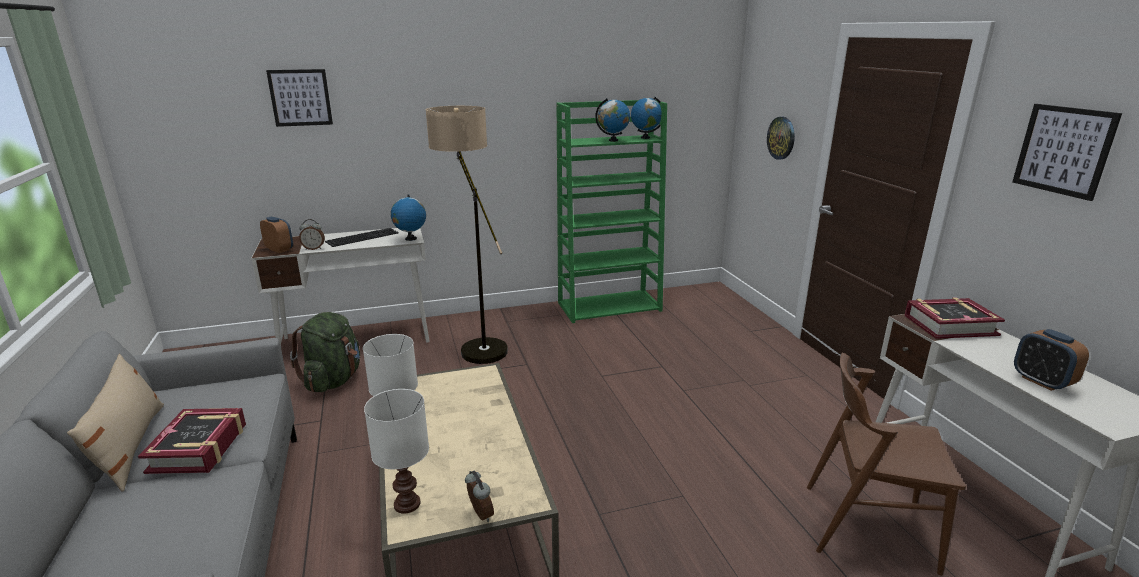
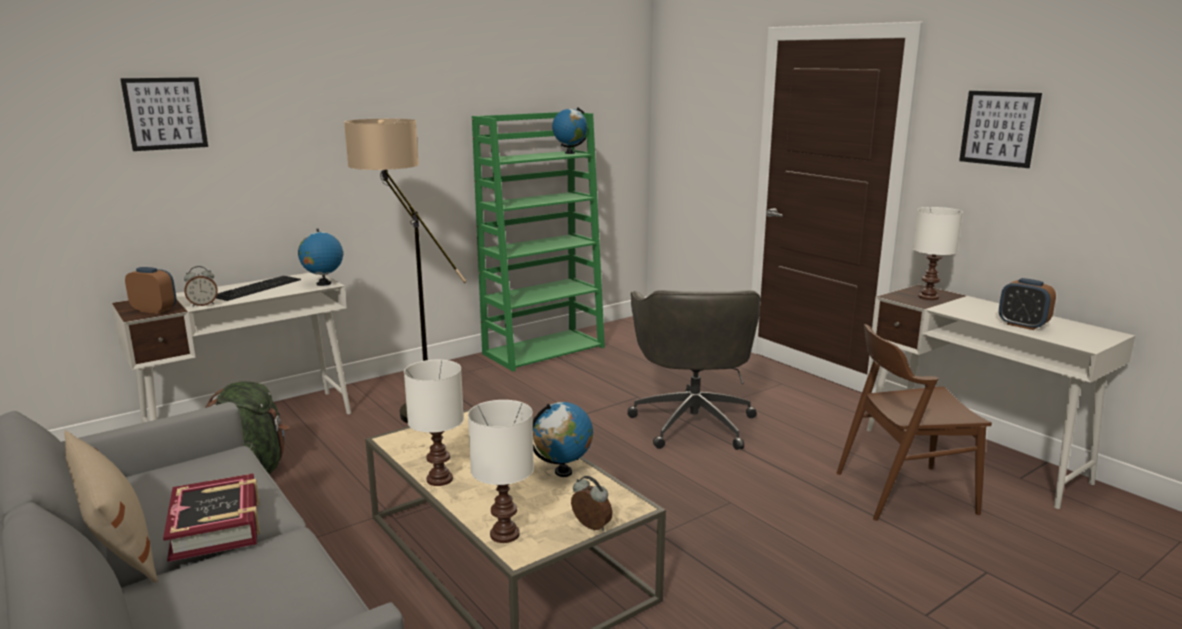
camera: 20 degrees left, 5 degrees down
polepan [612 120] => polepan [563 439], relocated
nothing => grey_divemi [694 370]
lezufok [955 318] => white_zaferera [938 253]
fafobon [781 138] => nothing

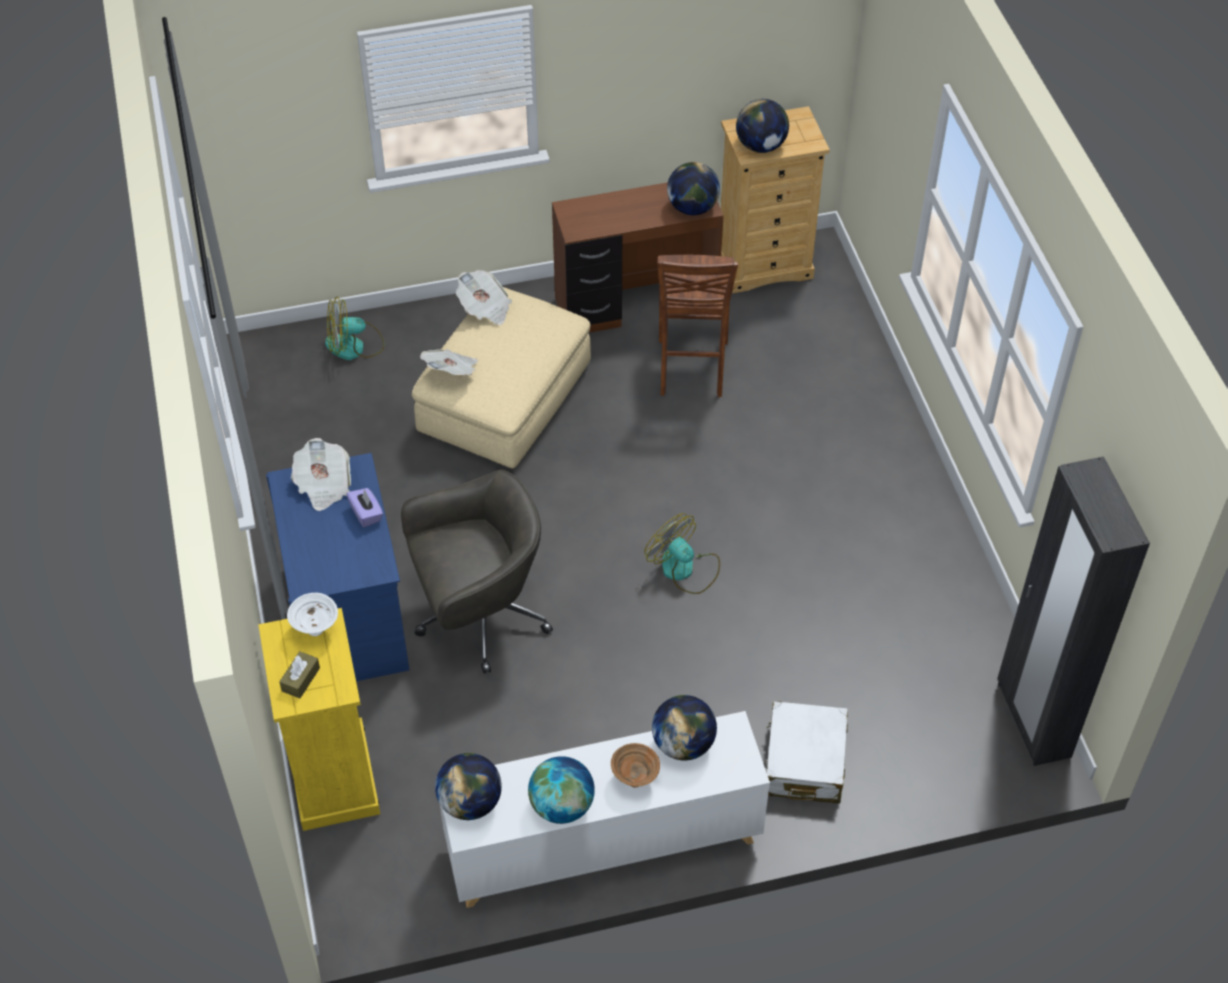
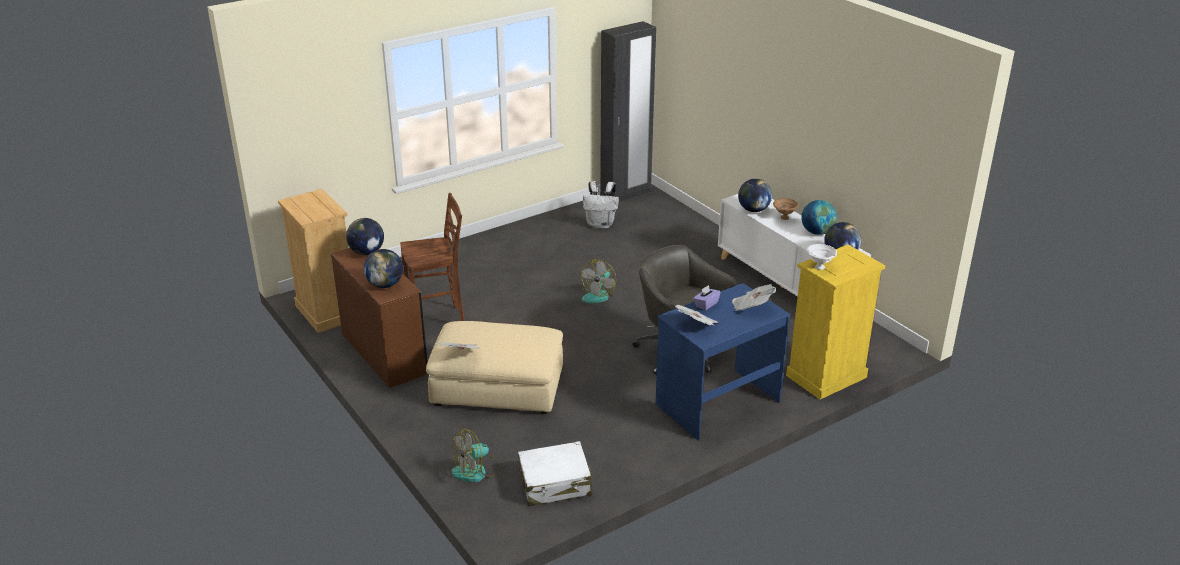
camera: 110 degrees left, 20 degrees down
polepan [762 126] => polepan [383 268], relocated
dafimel [355 328] => dafimel [476 455], 90 degrees clockwise
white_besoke [806 752] => white_besoke [555 473], relocated
nothing => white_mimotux [601 204]
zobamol [449 362] => zobamol [754 297], relocated
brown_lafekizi [299 675] => nothing

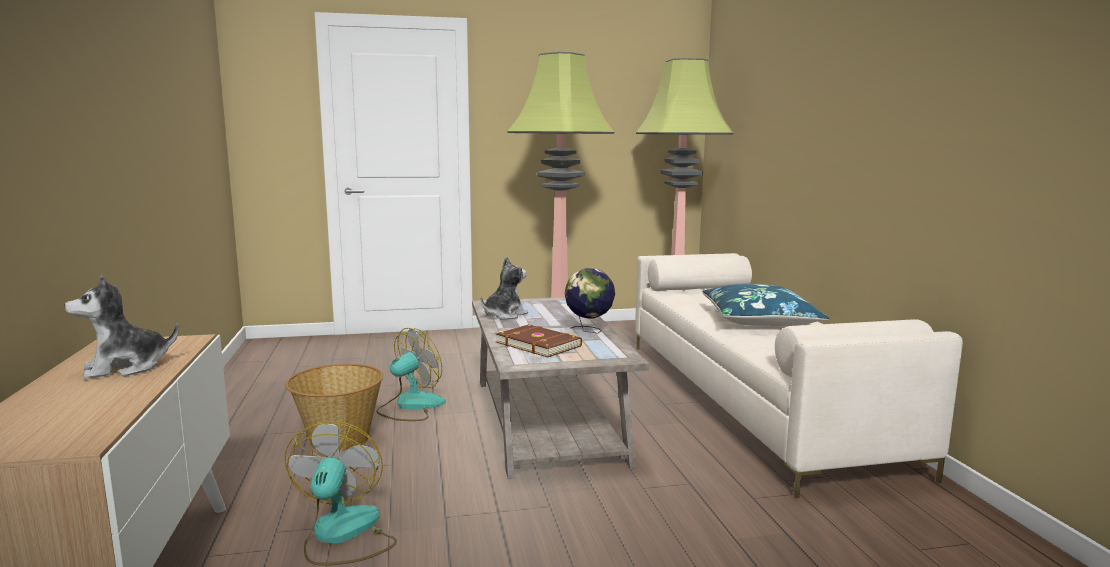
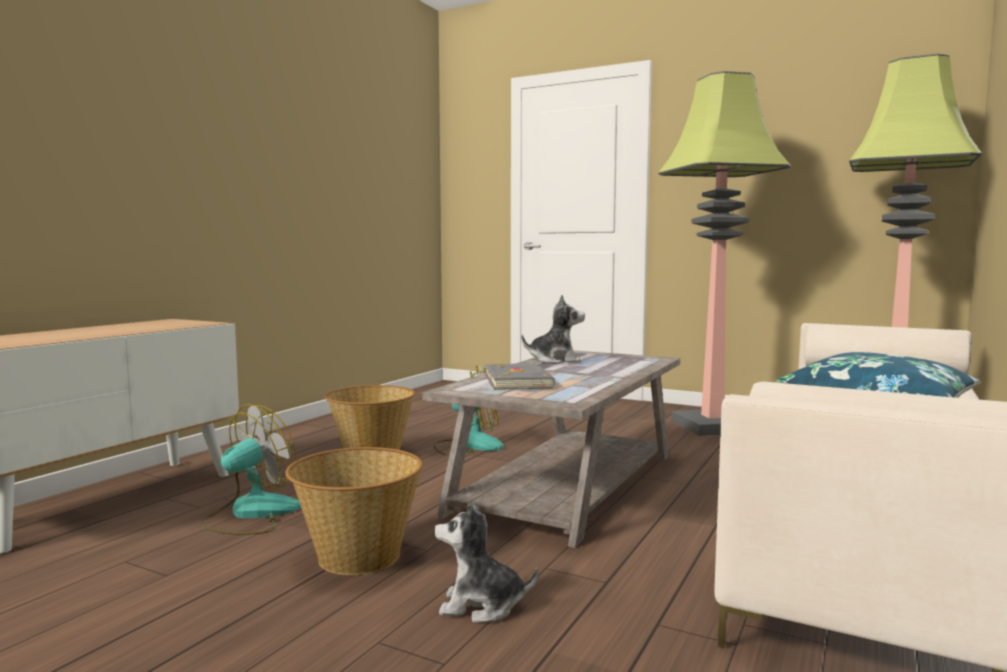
camera: 40 degrees right, 5 degrees down
nothing => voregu [354 511]
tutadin [121 327] => tutadin [486 563], relocated
brown_lezufok [538 341] => grey_lezufok [519 376]
polepan [589 301] => nothing

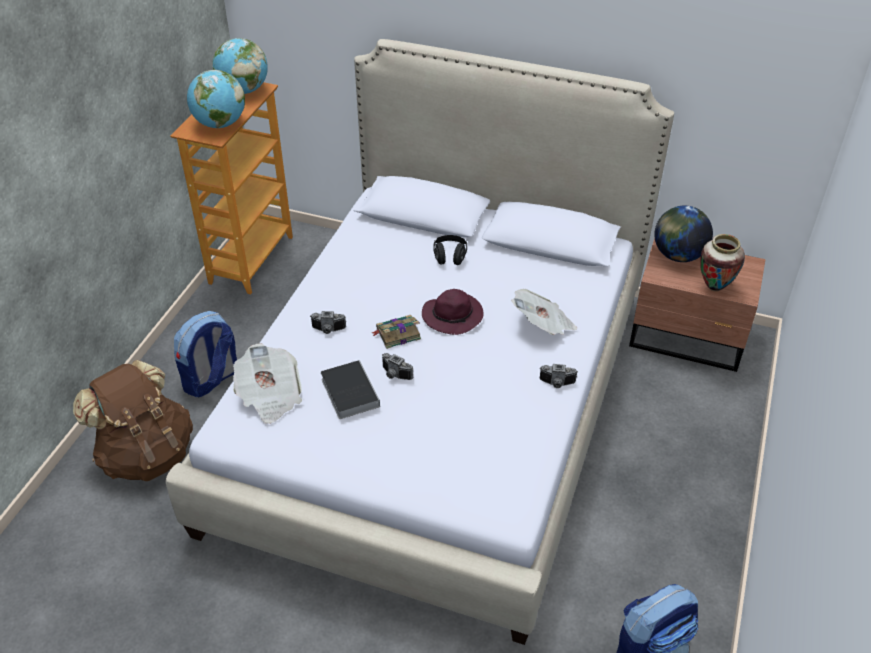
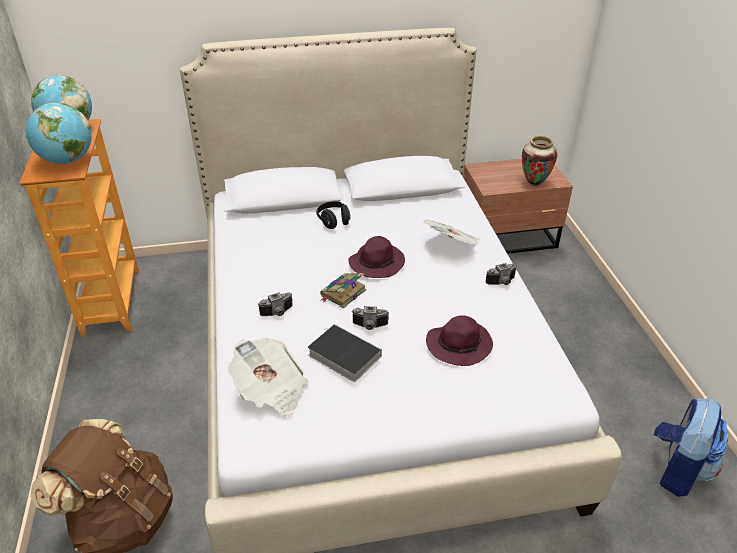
camera: 30 degrees left, 5 degrees down
nothing => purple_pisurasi [459 340]
mimotux [205 354] => nothing
polepan [683 234] => nothing

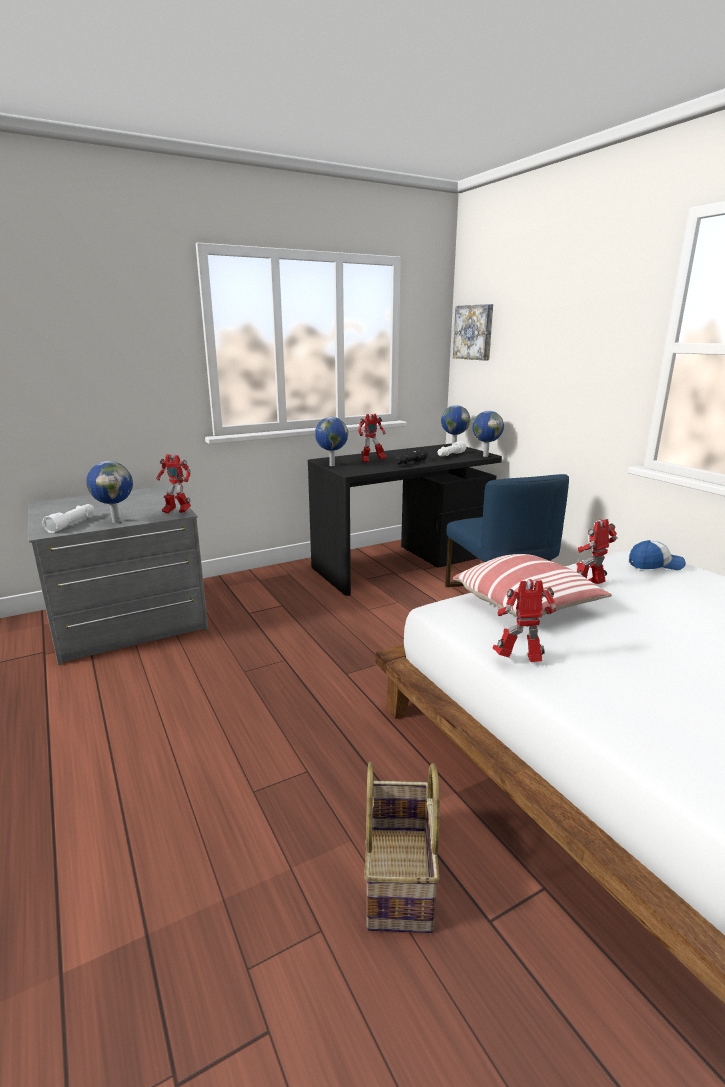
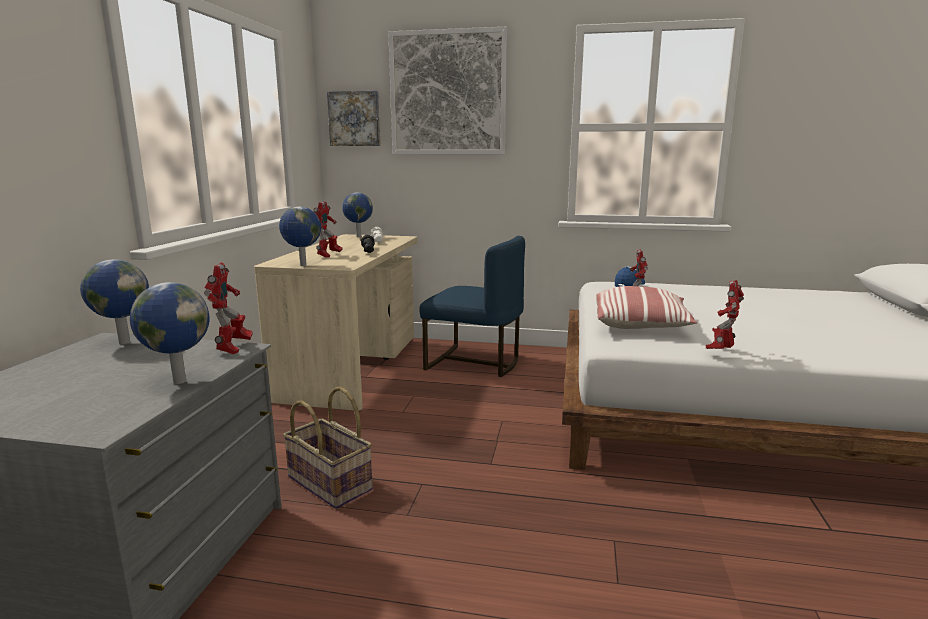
camera: 50 degrees left, 5 degrees down
polepan [488 434] => polepan [114 301], relocated
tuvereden [173 484] => tuvereden [228 308], 60 degrees counterclockwise
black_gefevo [405 520] => beige_gefevo [335 322]
voregu [402 847] => voregu [328 448], relocated
nothing => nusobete [447 90]
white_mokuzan [68 518] => nothing

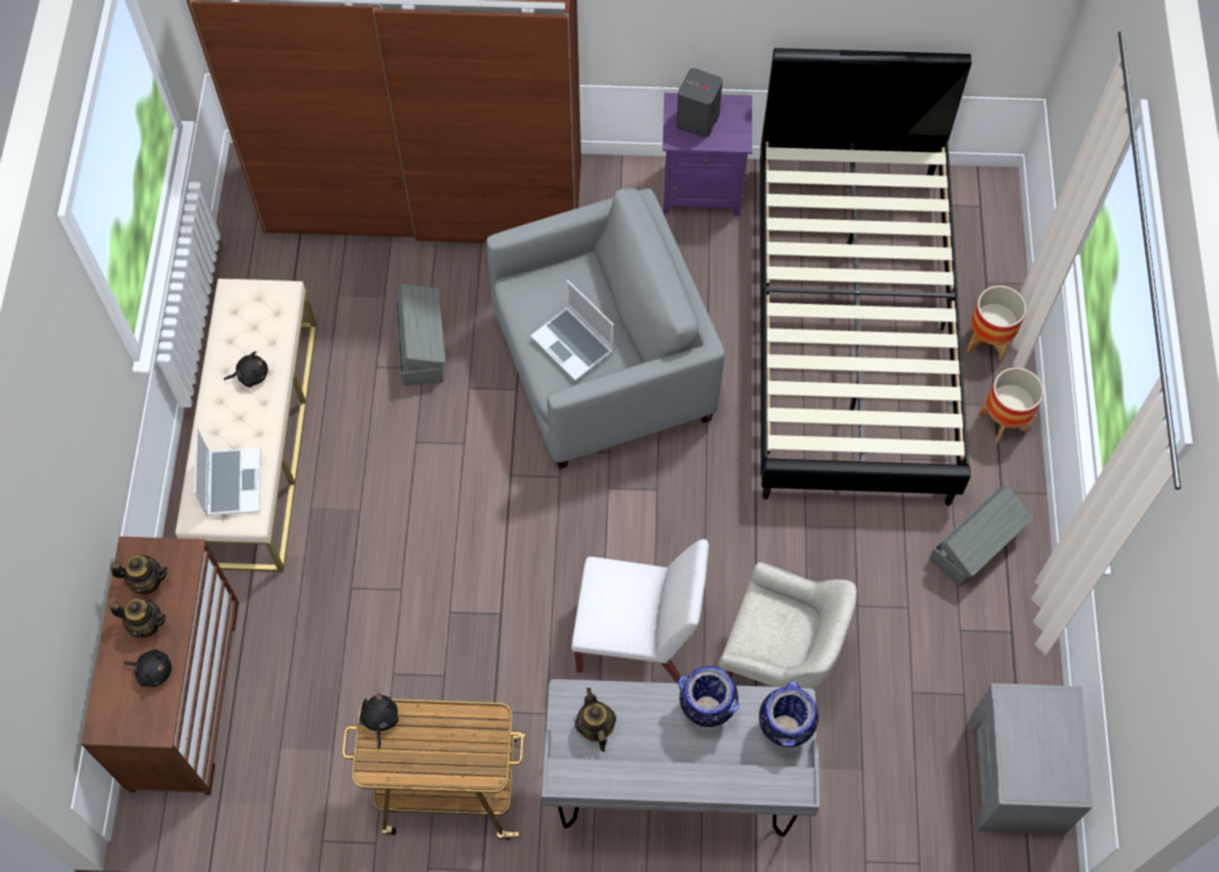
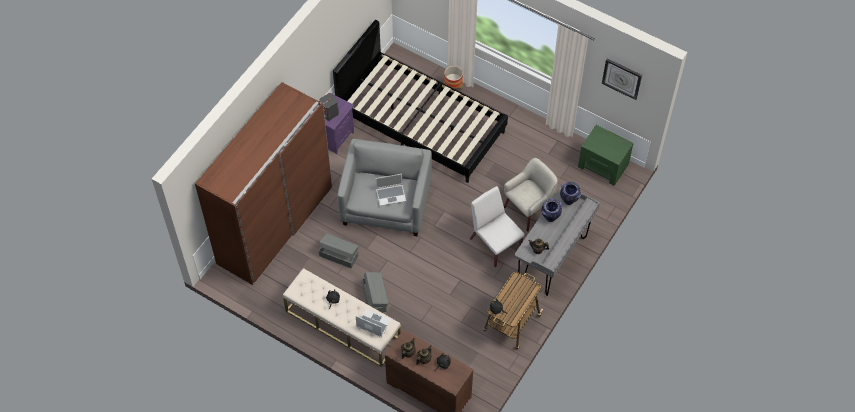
camera: 60 degrees left, 5 degrees down
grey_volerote [981 536] => grey_volerote [375 292], relocated
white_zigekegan [640 611] => white_zigekegan [497 226], 75 degrees counterclockwise
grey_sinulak [1031 758] => green_sinulak [606 155]
nothing => fafobon [622 79]
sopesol [1011 405] => nothing

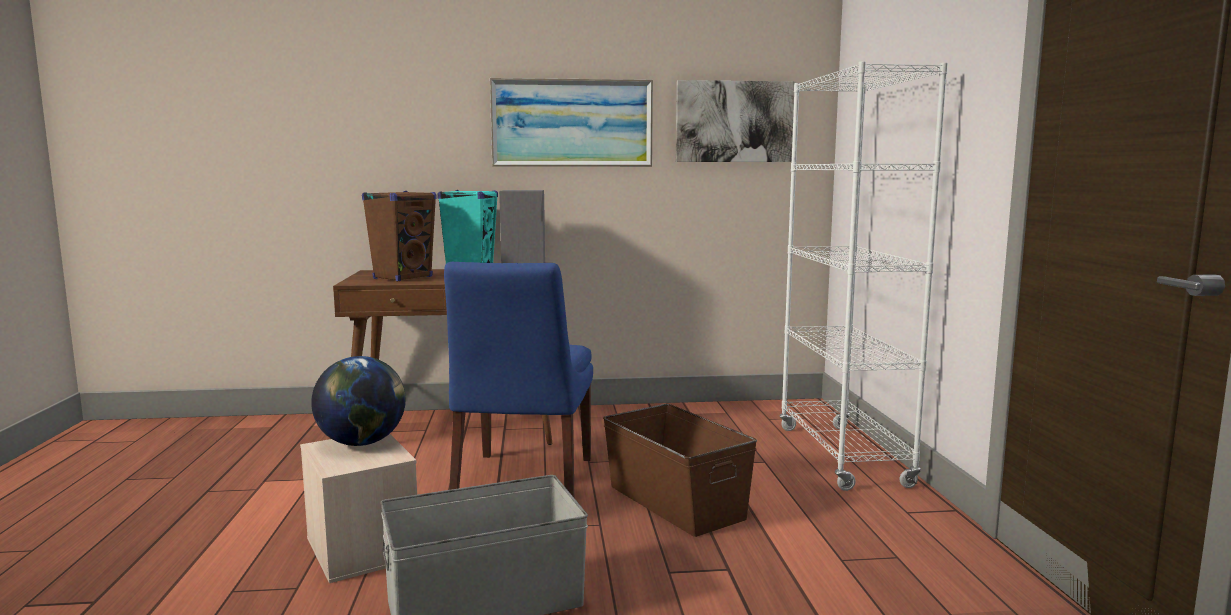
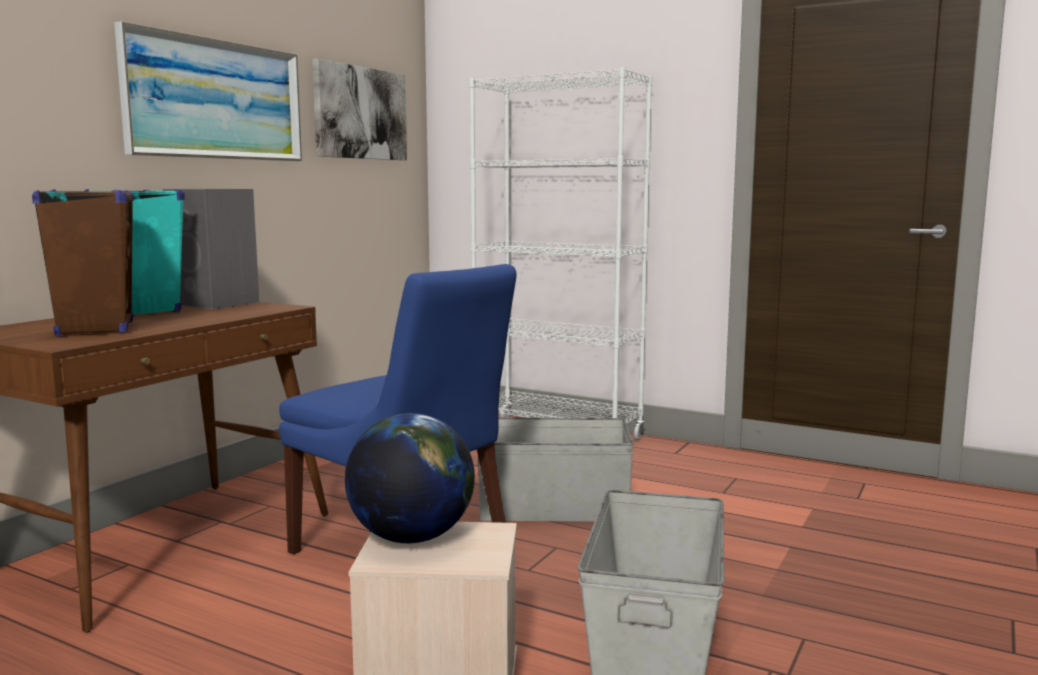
camera: 55 degrees left, 0 degrees up
brown_volerote [680 470] => grey_volerote [555 469]

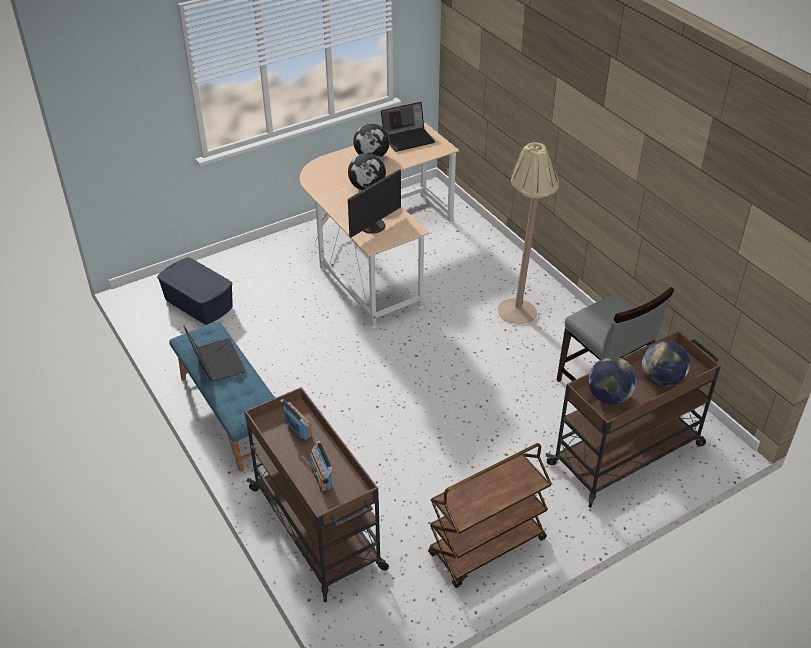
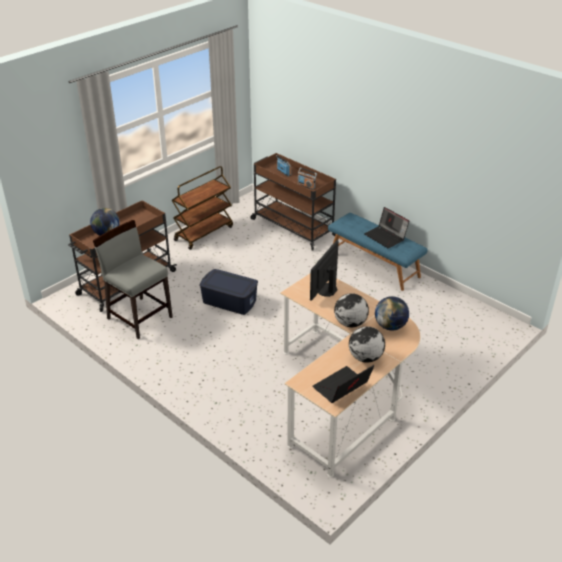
camera: 165 degrees right, 5 degrees down
blue_volerote [195 291] => blue_volerote [228 292], relocated
polepan [612 380] => polepan [392 313], relocated
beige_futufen [528 233] => nothing

